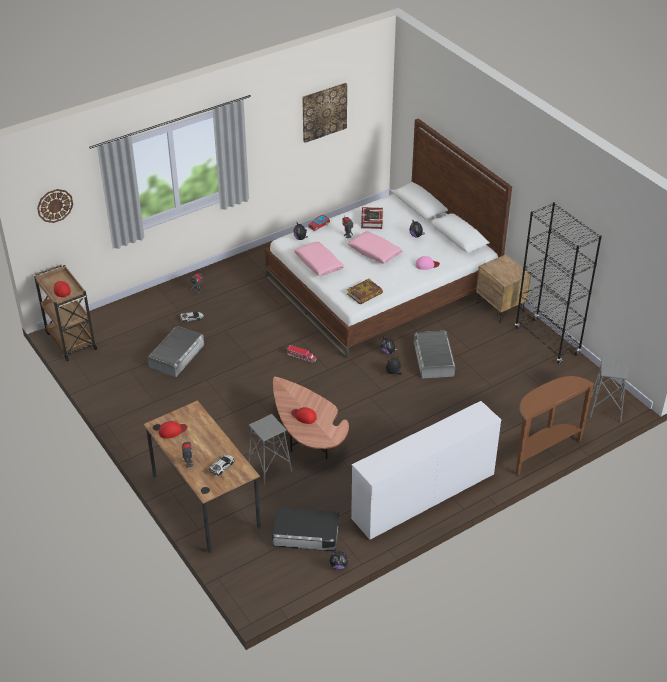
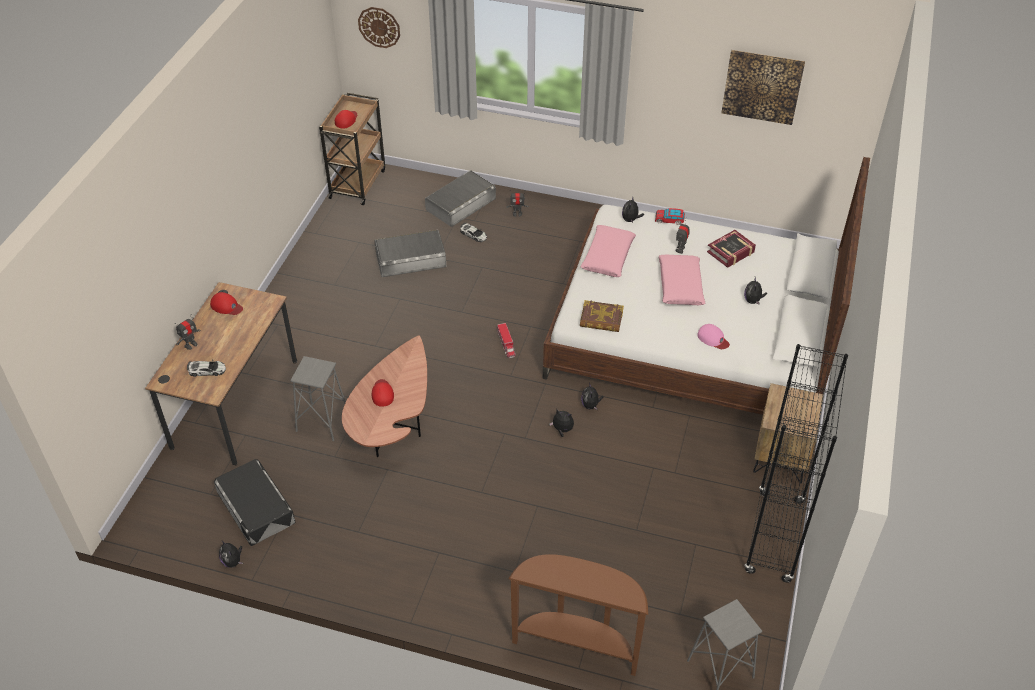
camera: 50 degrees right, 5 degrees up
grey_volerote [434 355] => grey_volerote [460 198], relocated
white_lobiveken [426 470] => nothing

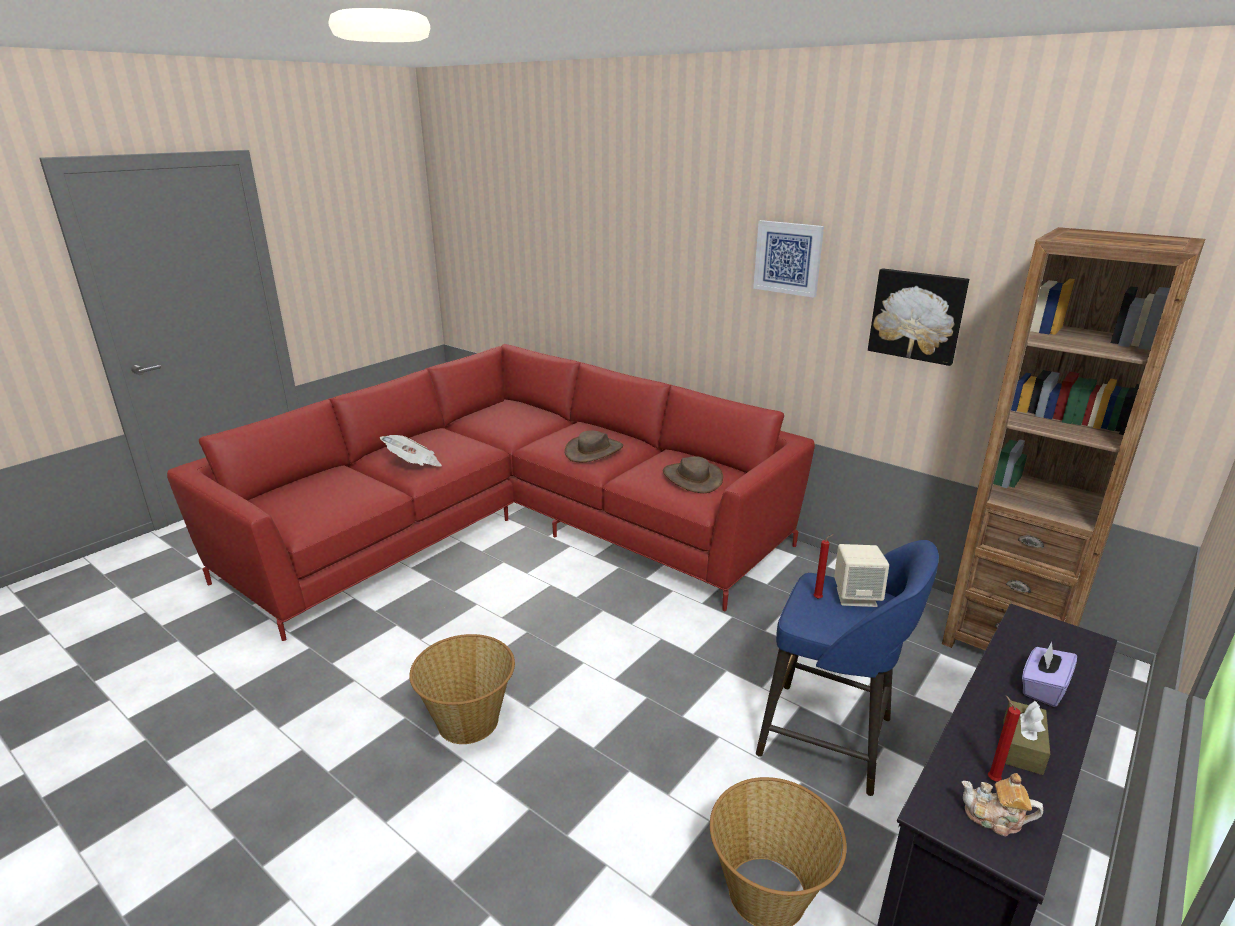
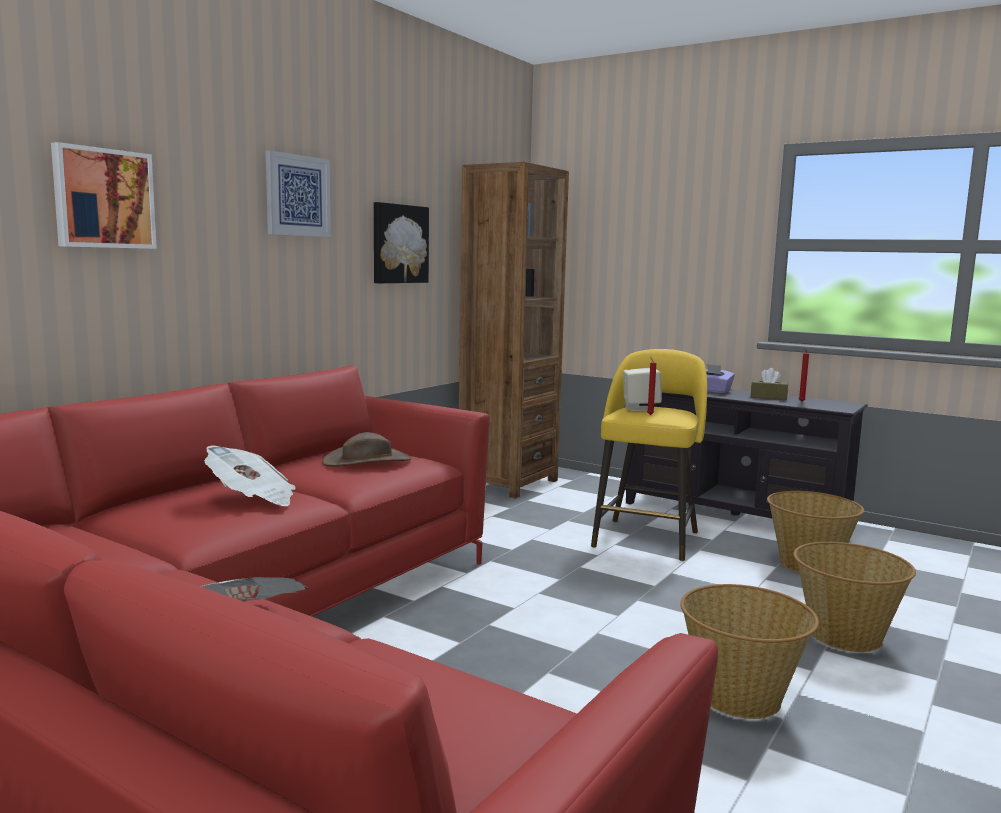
camera: 95 degrees left, 15 degrees down
nothing => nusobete [104 195]
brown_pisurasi [594 446] => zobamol [249 476]
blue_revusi [847 668] => yellow_revusi [649 455]
nothing => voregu [854 597]
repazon [1002 804] => nothing

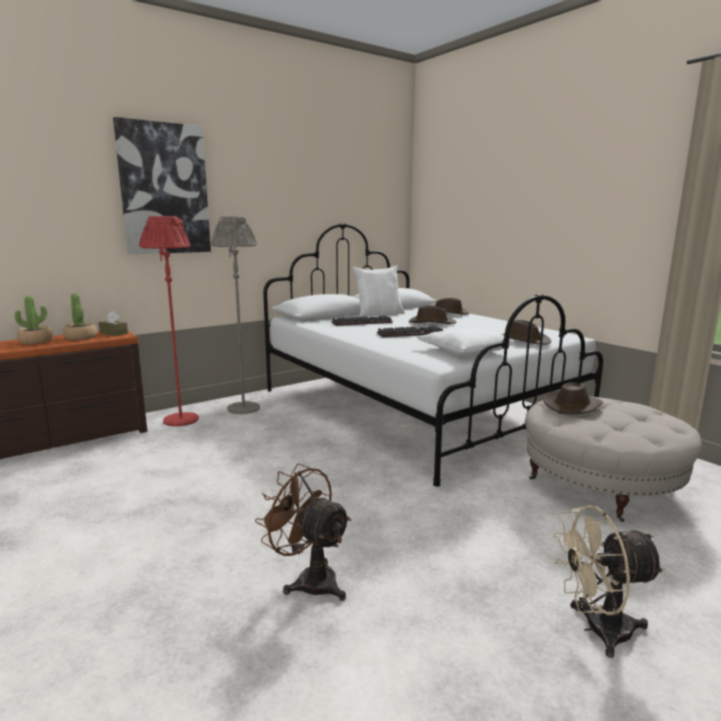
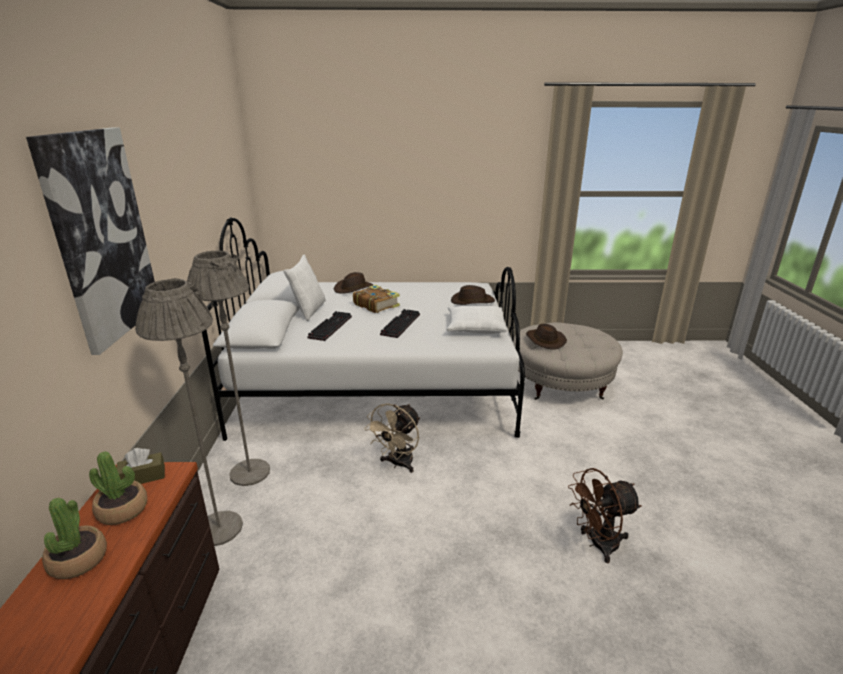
camera: 55 degrees left, 10 degrees up
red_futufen [169 321] => grey_futufen [189 412]
brown_pisurasi [433 315] => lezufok [376 299]
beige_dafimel [609 581] => beige_dafimel [392 438], relocated

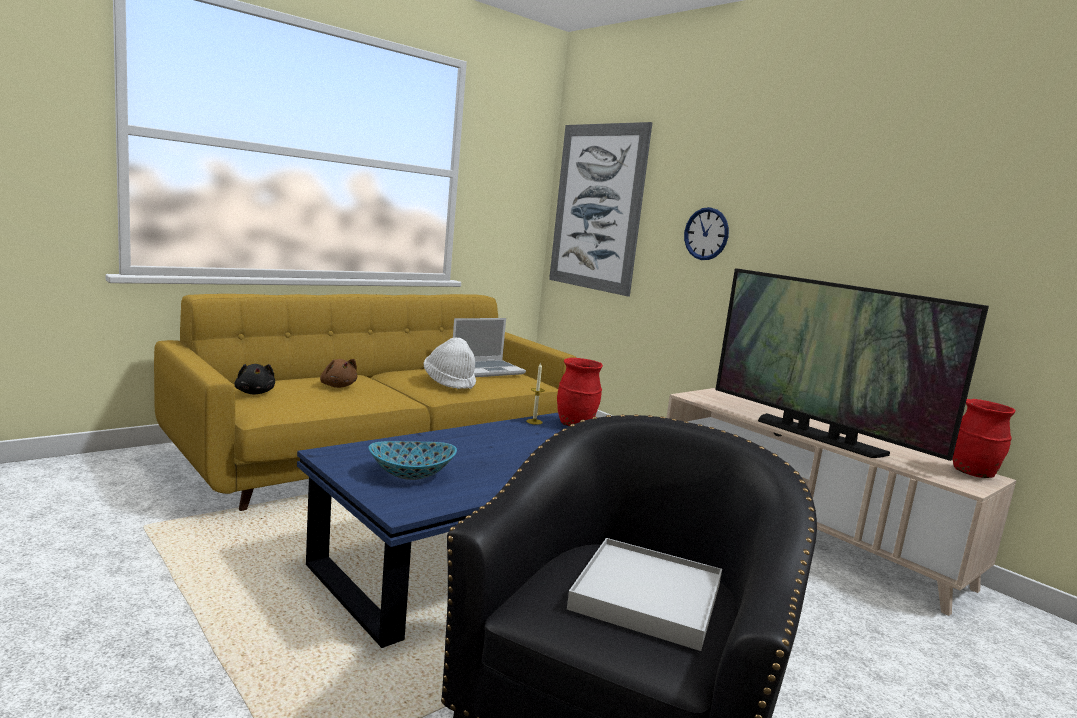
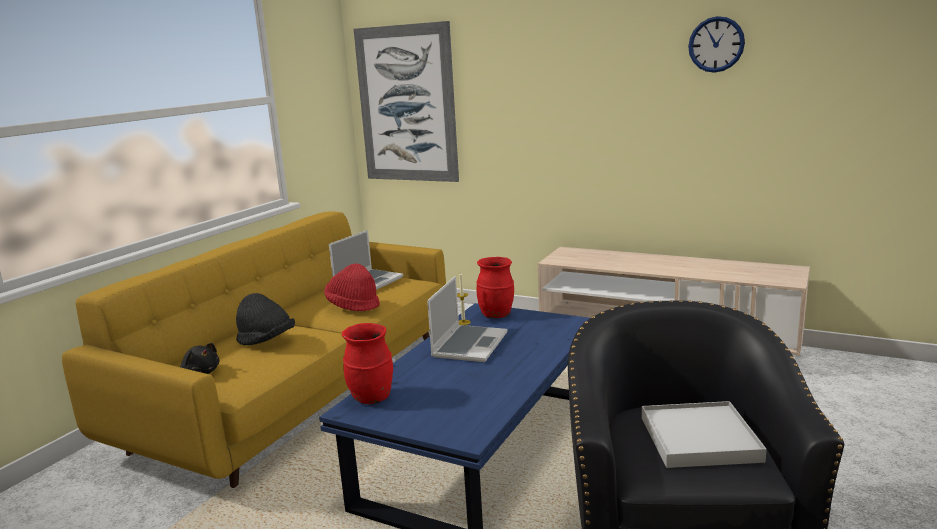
camera: 20 degrees left, 5 degrees up
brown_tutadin [338 373] => black_pisurasi [265 319]
white_pisurasi [450 363] => red_pisurasi [352 287]
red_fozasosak [984 438] => red_fozasosak [367 363], relocated
nothing => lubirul [467 319]
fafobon [706 233] => fafobon [716 44], relocated
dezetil [413 460] => nothing
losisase [852 364] => nothing

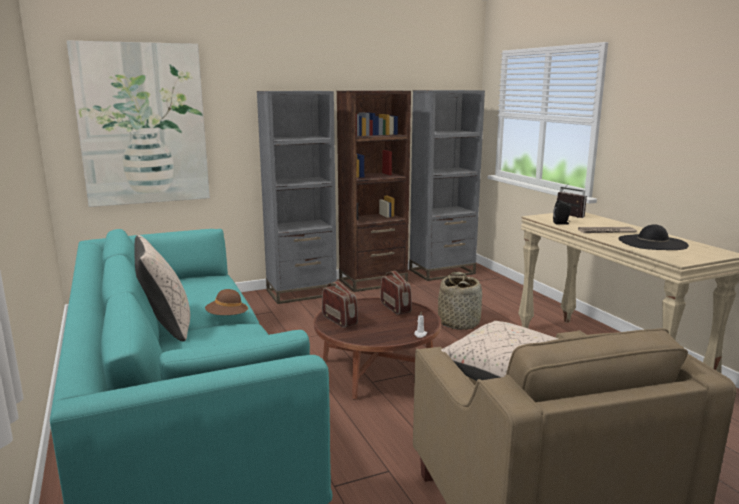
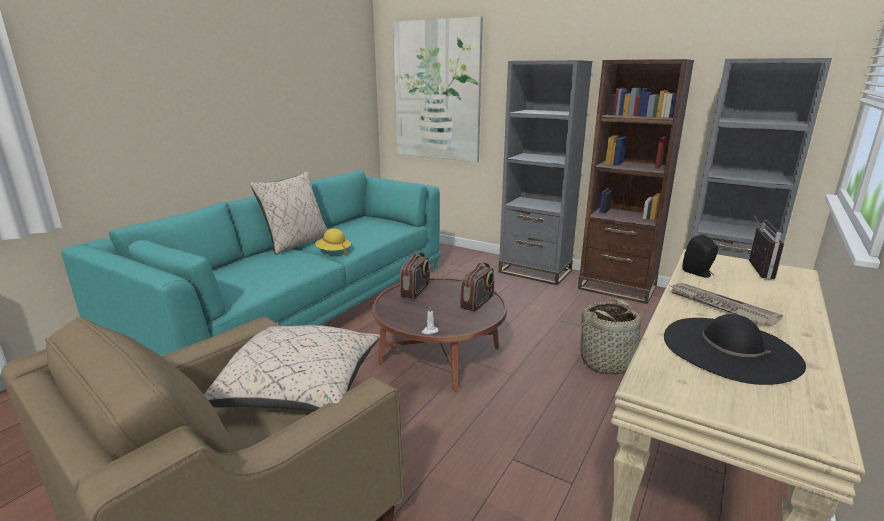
camera: 55 degrees right, 5 degrees up
brown_pisurasi [226 302] => yellow_pisurasi [333 242]

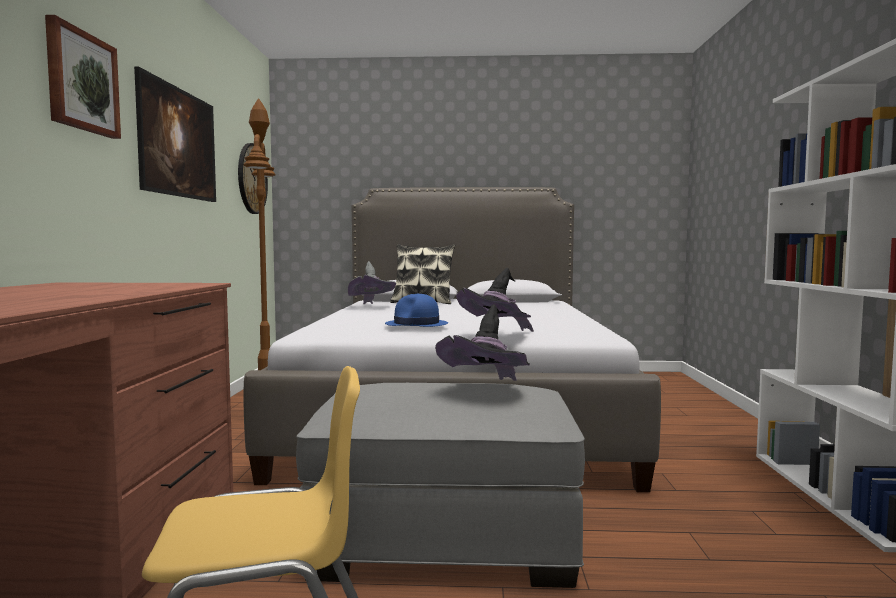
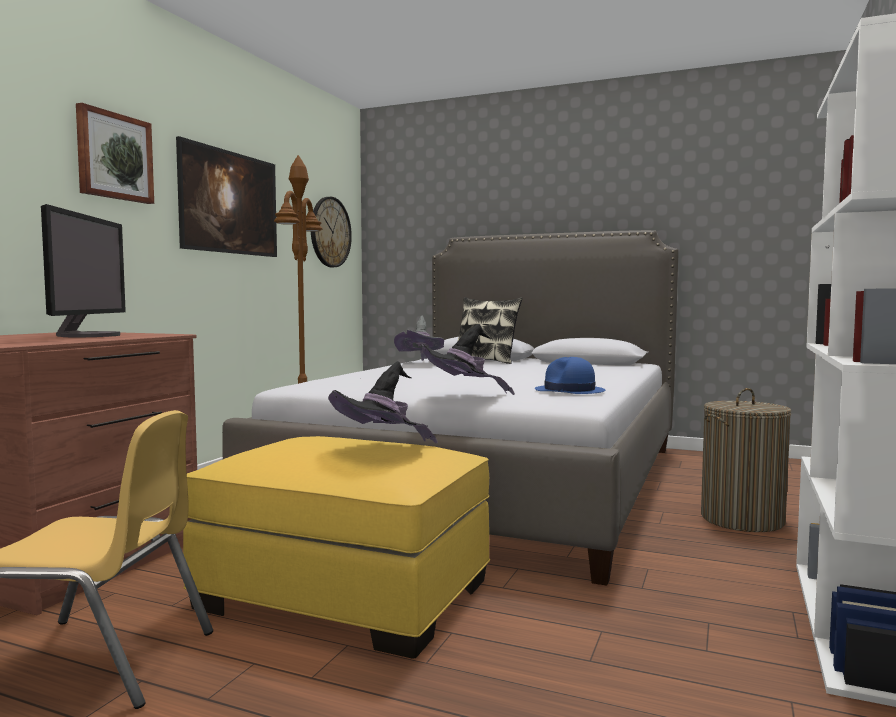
camera: 20 degrees right, 0 degrees up
nothing => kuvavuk [83 270]
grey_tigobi [440 485] => yellow_tigobi [336 547]
blue_pisurasi [416 310] => blue_pisurasi [570 375], relocated
nothing => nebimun [746 460]

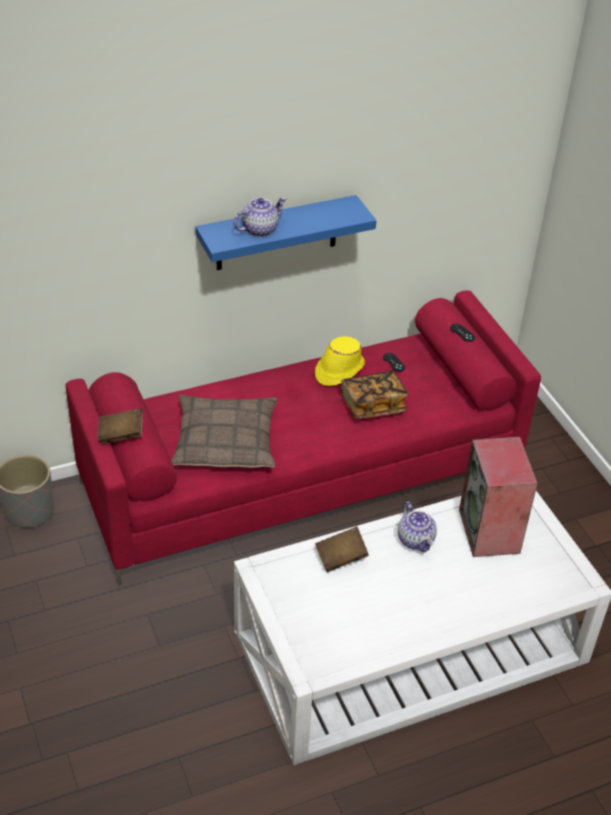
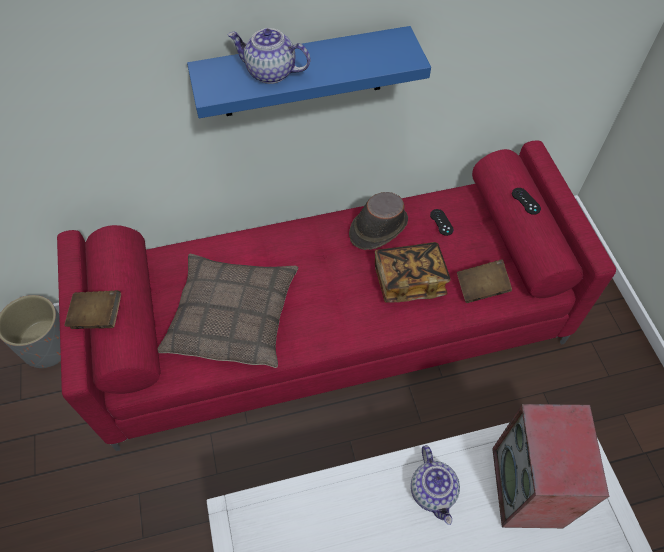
camera: 10 degrees right, 15 degrees up
repazon [260 217] => repazon [269 56], 135 degrees counterclockwise
yellow_pisurasi [340 361] => brown_pisurasi [378 221]
brown_lezufok [342 549] => brown_lezufok [484 281], relocated

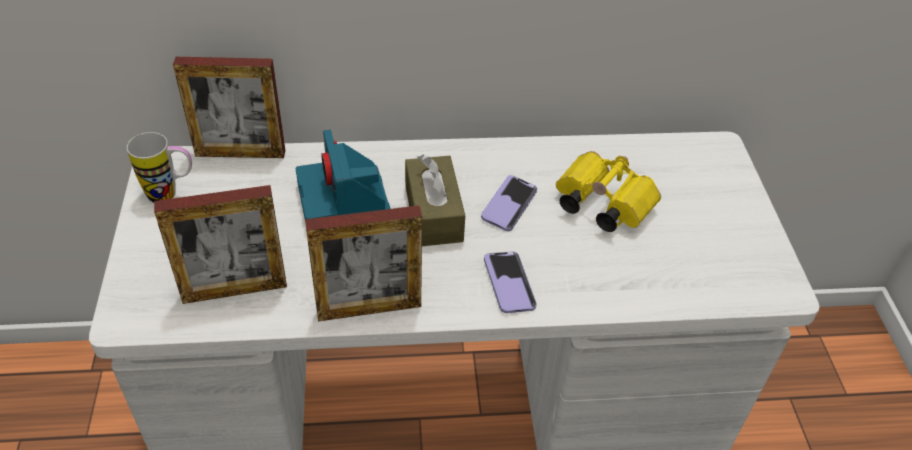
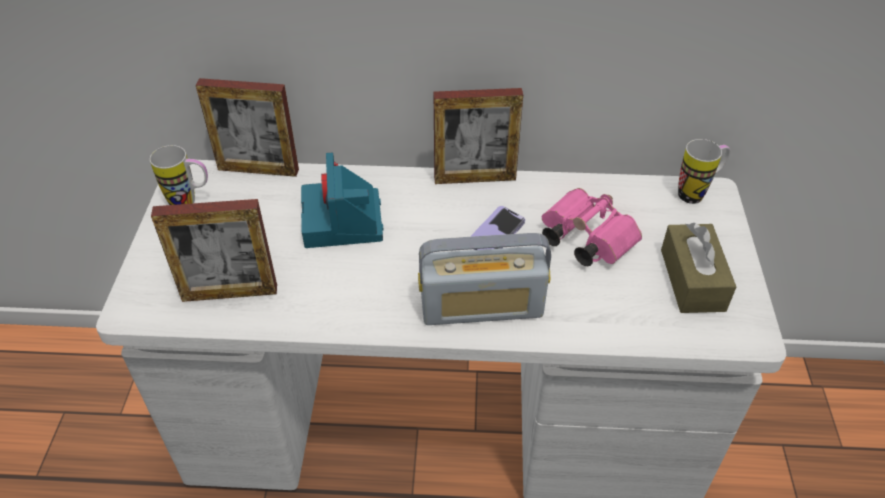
camera: 10 degrees right, 0 degrees up
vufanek [510 282] => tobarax [484 279]
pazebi [363 263] => pazebi [478 136], relocated
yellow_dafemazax [608 191] => pink_dafemazax [592 227]
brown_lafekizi [435 200] => brown_lafekizi [698 268], relocated
nothing => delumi [704 171]

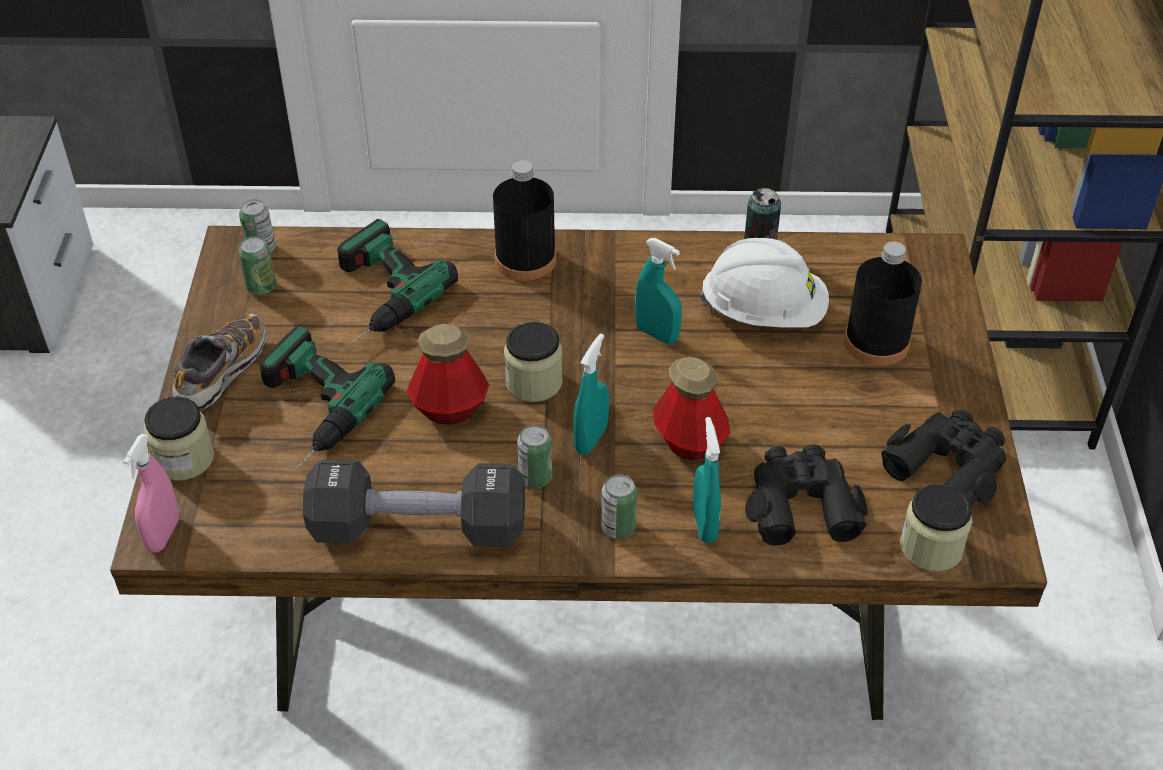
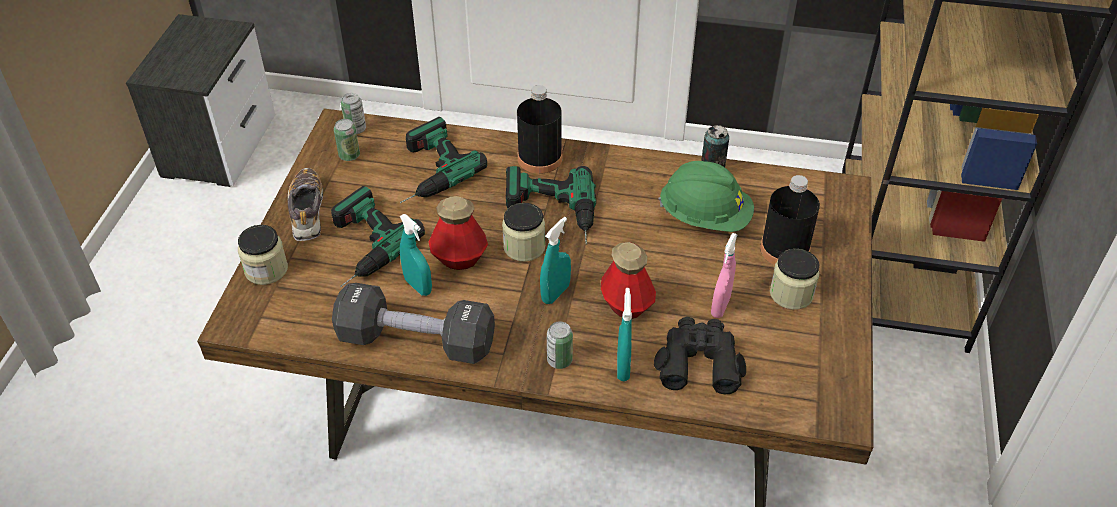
camera: 10 degrees right, 0 degrees up
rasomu [220 361] => rasomu [305 204], 45 degrees counterclockwise
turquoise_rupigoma [658 291] => turquoise_rupigoma [416 255], relocated
nothing => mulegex [551 205]
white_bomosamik [764 283] => green_bomosamik [706 196]
pink_rupigoma [151 493] => pink_rupigoma [724 275], relocated
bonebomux [936 528] => bonebomux [795 279], relocated
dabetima [534 456] => nothing
black_dafemazax [943 457] => nothing

